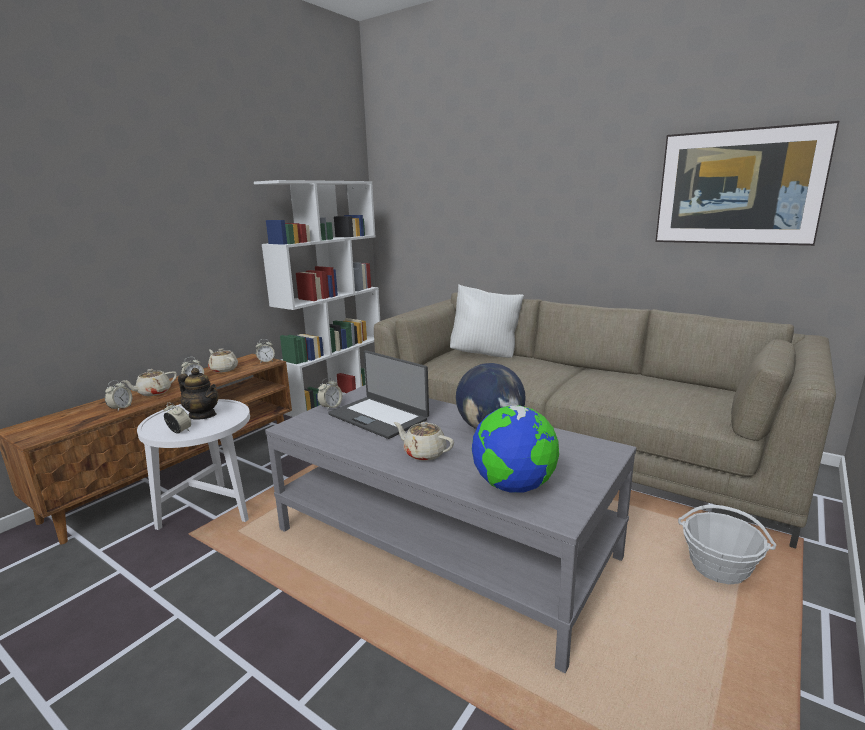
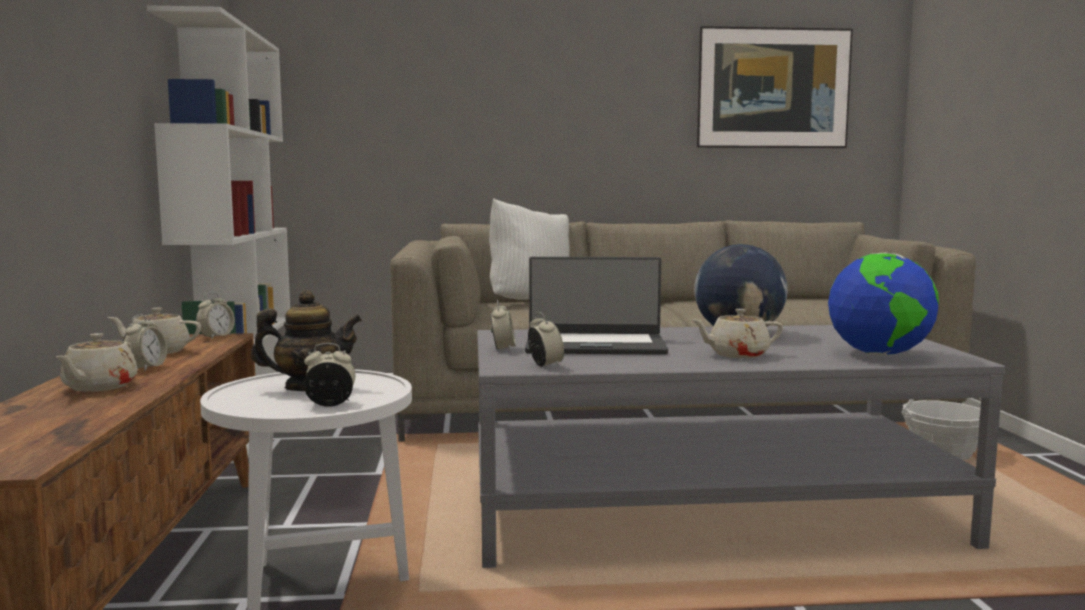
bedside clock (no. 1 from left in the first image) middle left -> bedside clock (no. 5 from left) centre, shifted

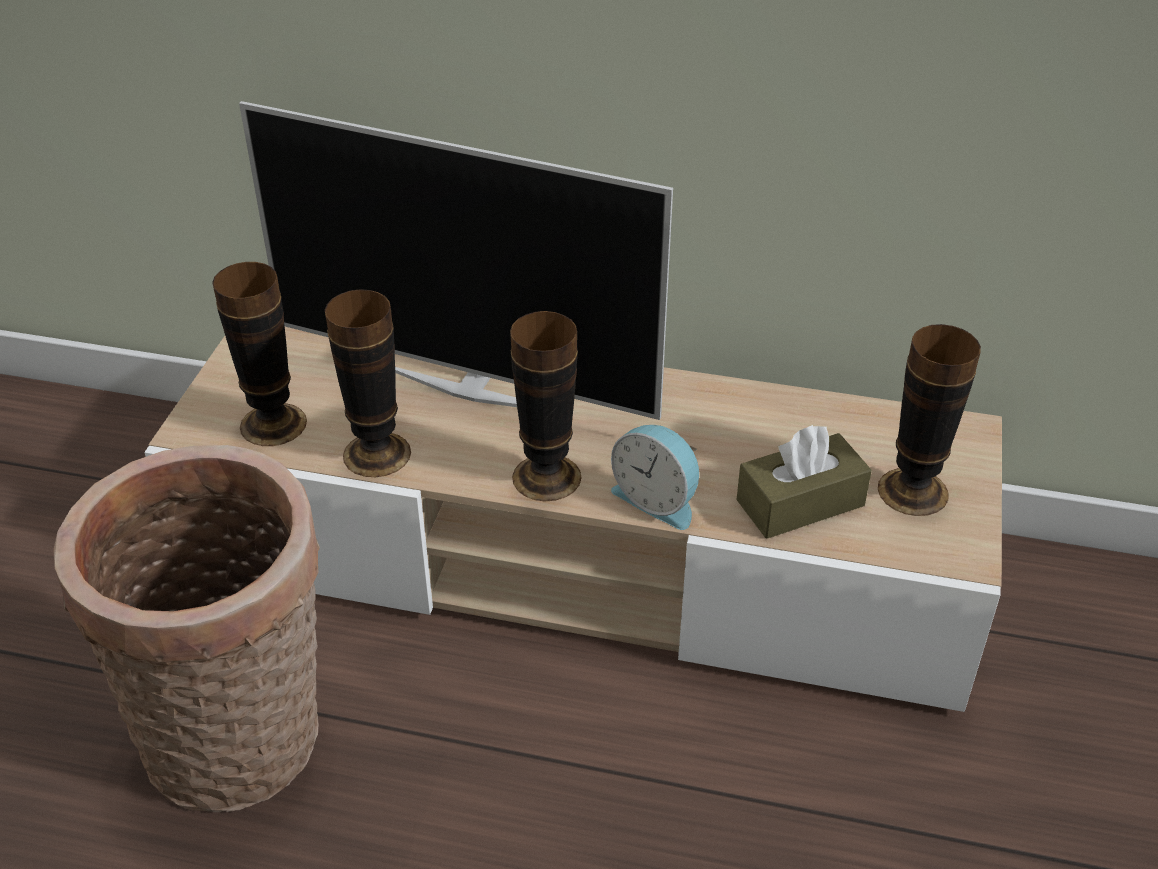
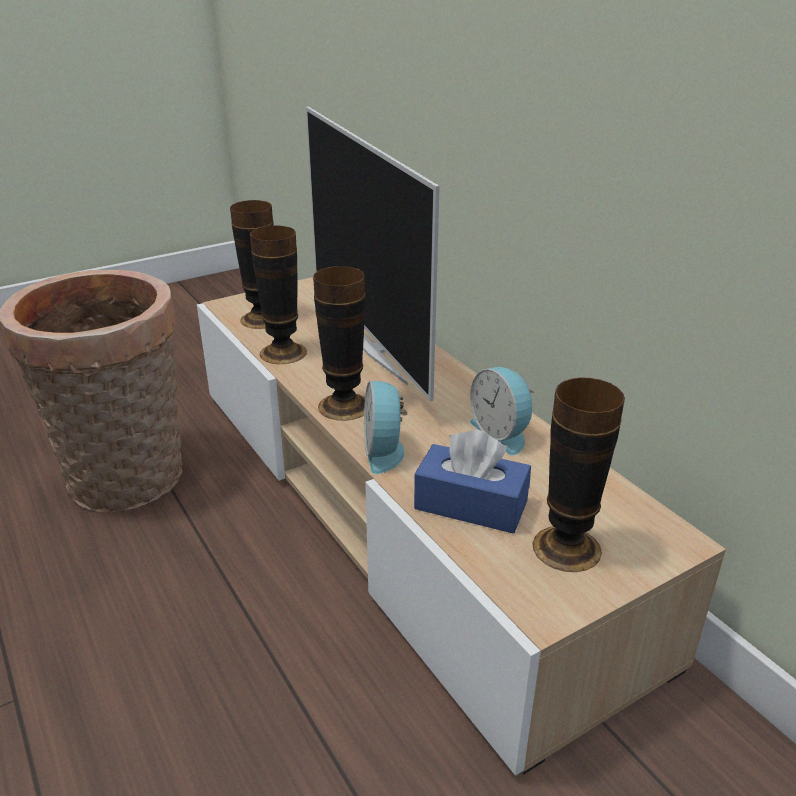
brown box of tissues middle right -> blue-coloured box of tissues centre
none -> bedside clock (no. 2 from left) centre

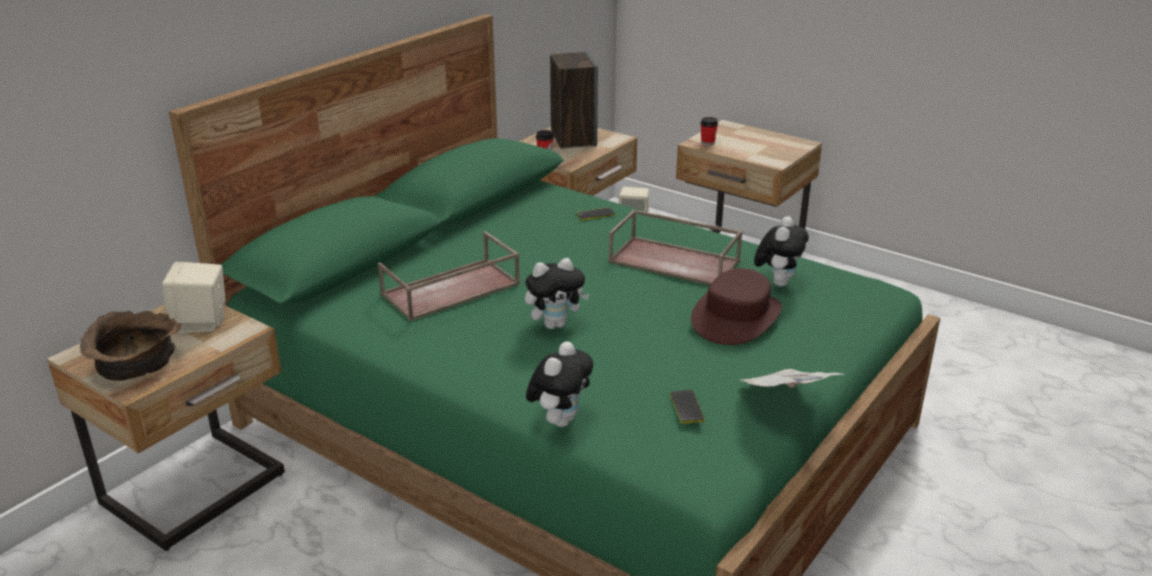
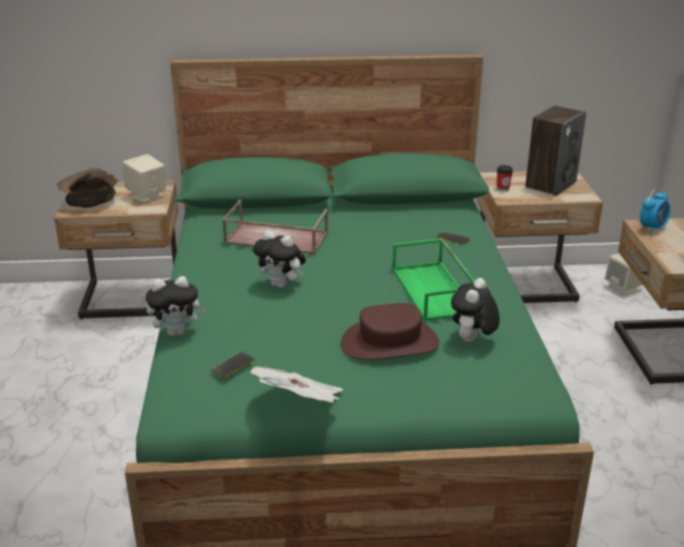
brown tray (no. 2 from left) centre -> green tray centre
soft toy (no. 3 from left) middle right, 135 degrees clockwise
cup (no. 2 from left) top centre -> bedside clock middle right

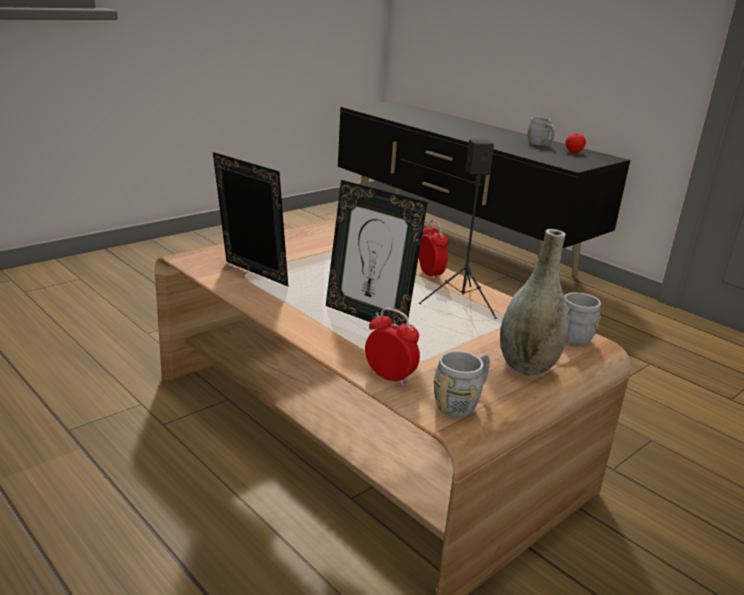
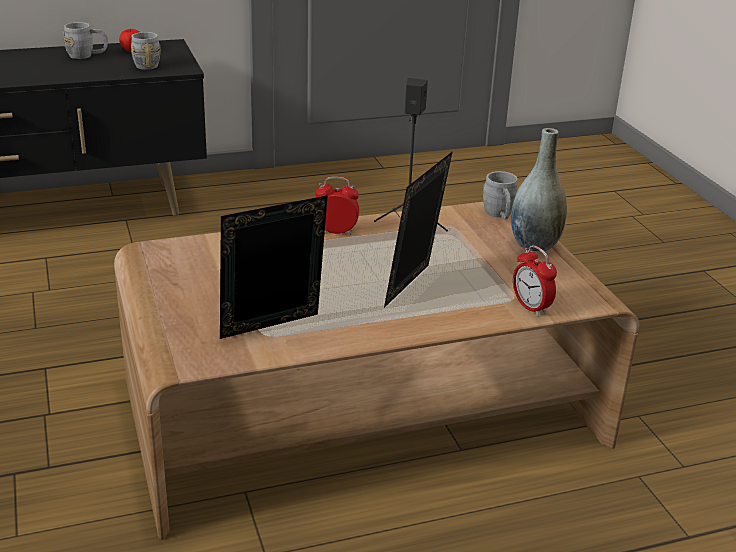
grey mug (no. 1 from left in the first image) centre -> grey mug (no. 2 from left) top left, shifted
picture frame (no. 2 from left) centre, 150 degrees clockwise
bedside clock (no. 1 from left in the first image) centre -> bedside clock (no. 2 from left) middle right, 90 degrees counterclockwise

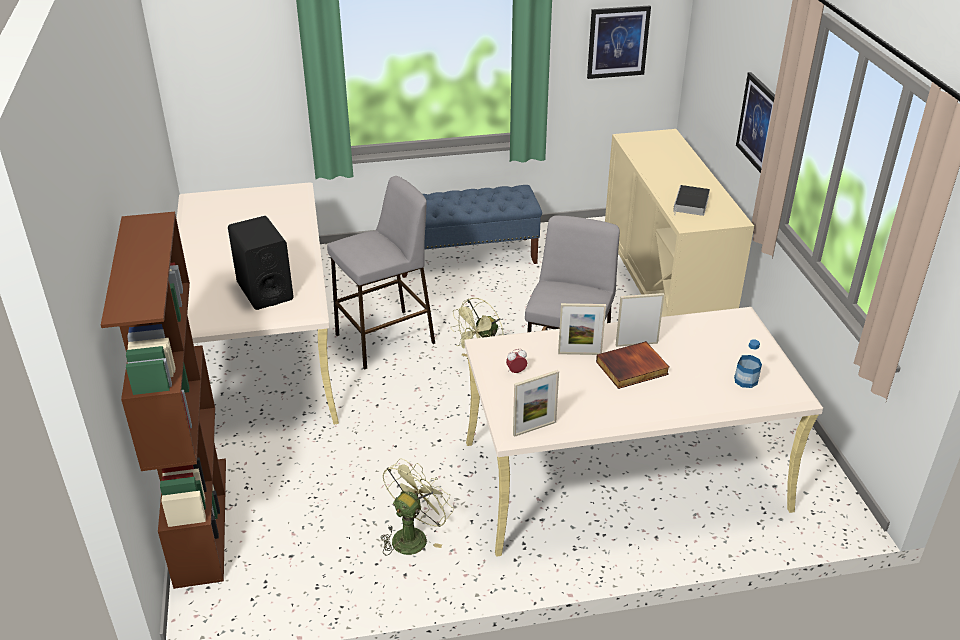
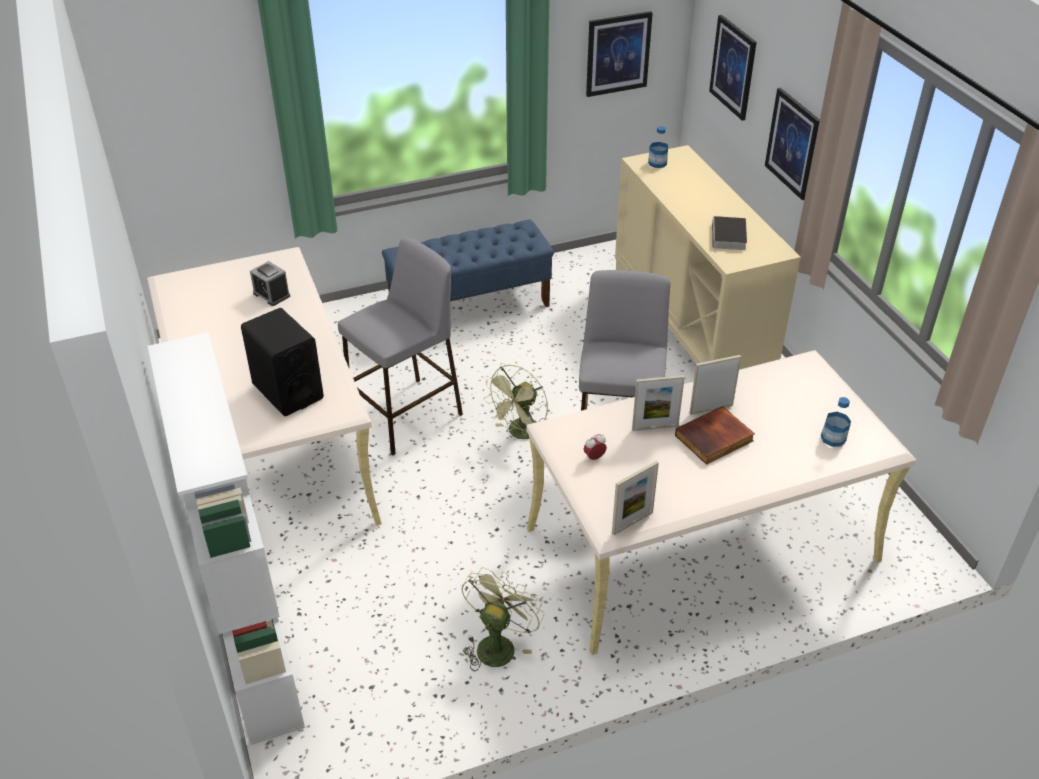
brown bookshelf middle left -> white-coloured bookshelf bottom left
none -> bedside clock (no. 1 from left) middle left
none -> bottle (no. 1 from left) top centre
none -> picture (no. 2 from left) top right

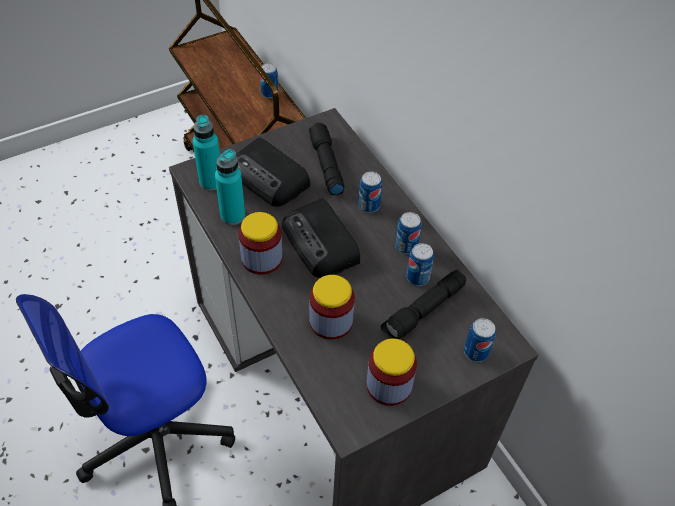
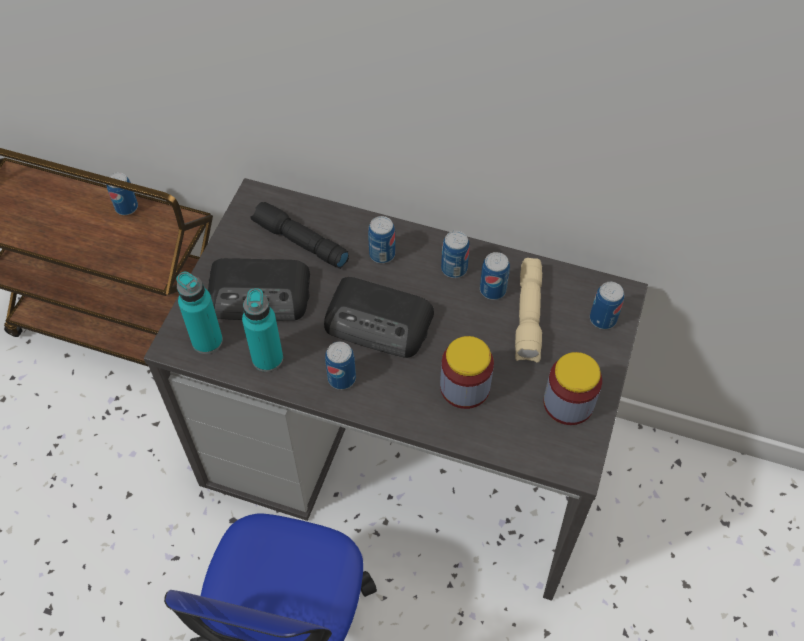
storage jar (no. 1 from left) centre -> sealed can (no. 2 from left) centre
black hand torch (no. 2 from left) centre -> sand-coloured hand torch centre

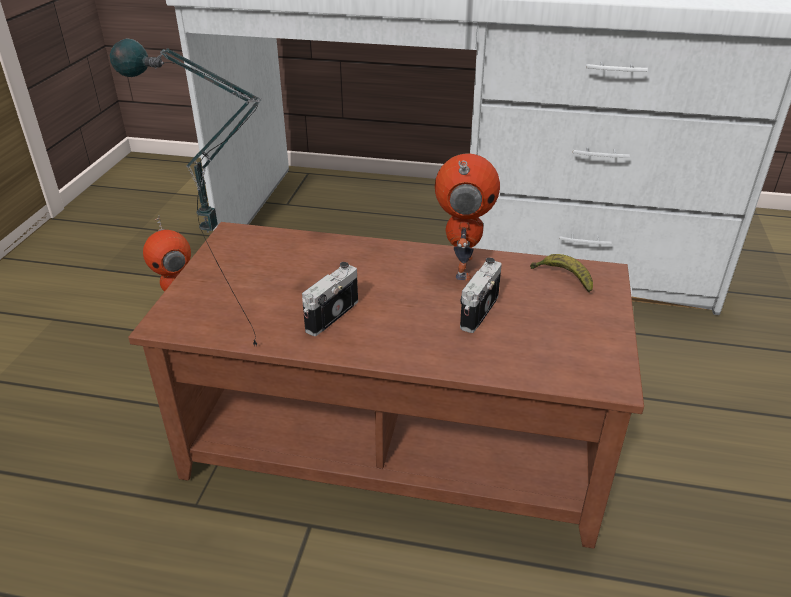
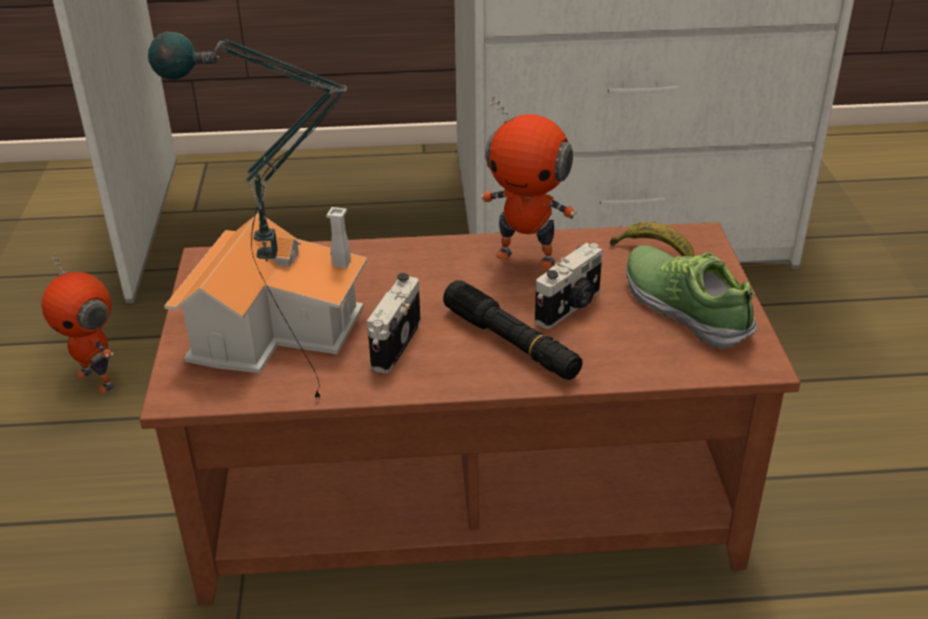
none -> toy house middle left
none -> black hand torch centre
toy robot (no. 2 from left) centre -> toy robot (no. 2 from left) top centre, 120 degrees clockwise
photo camera (no. 2 from left) centre, 150 degrees counterclockwise
none -> low shoe middle right

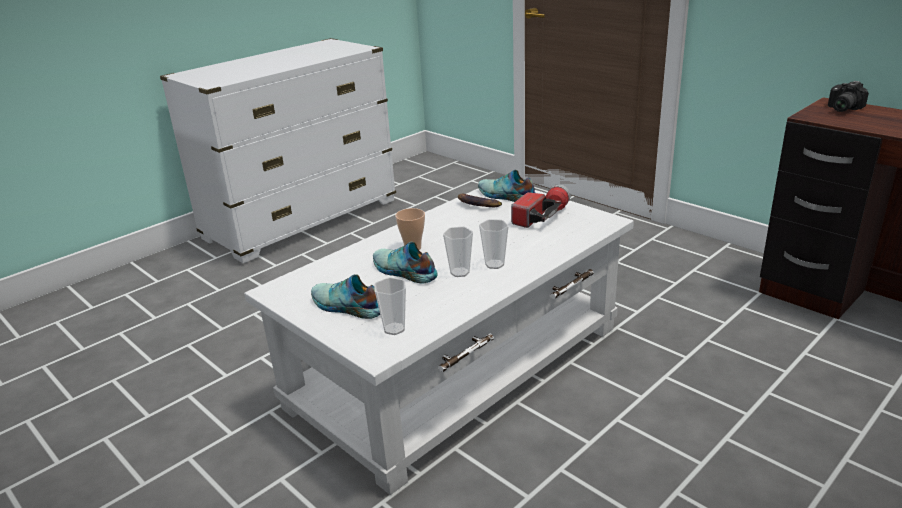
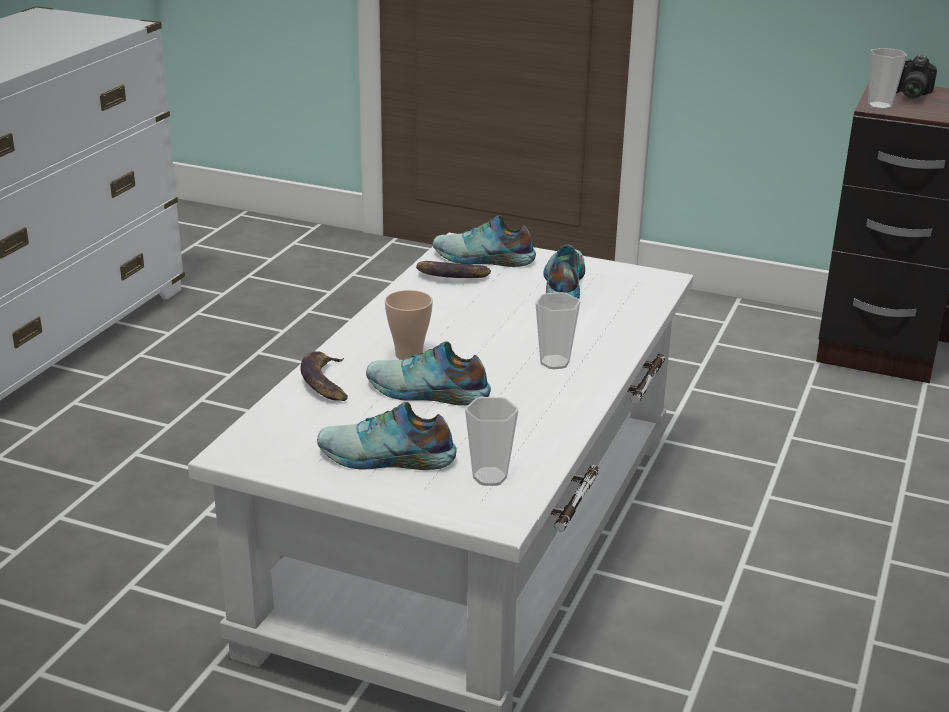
none -> banana (no. 1 from left) centre
hand torch centre -> low shoe (no. 4 from left) centre
cup (no. 3 from left in the first image) centre -> cup (no. 4 from left) top right, shifted

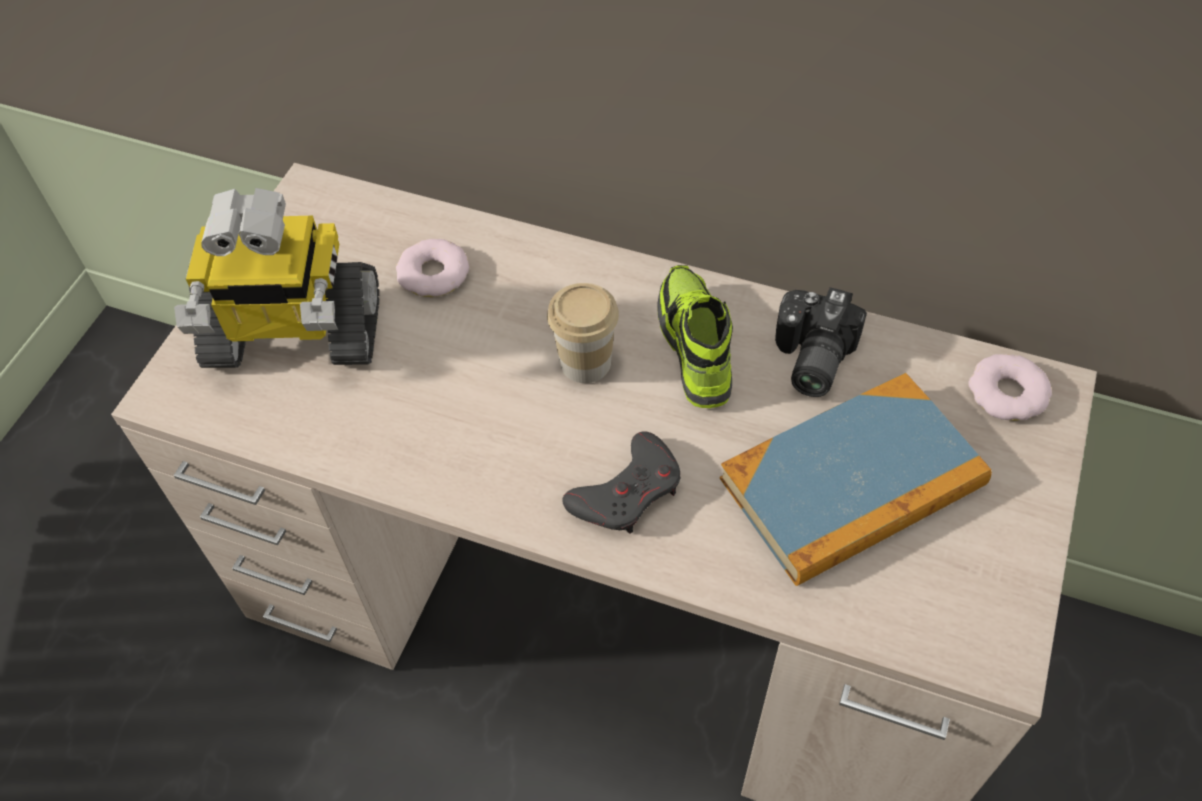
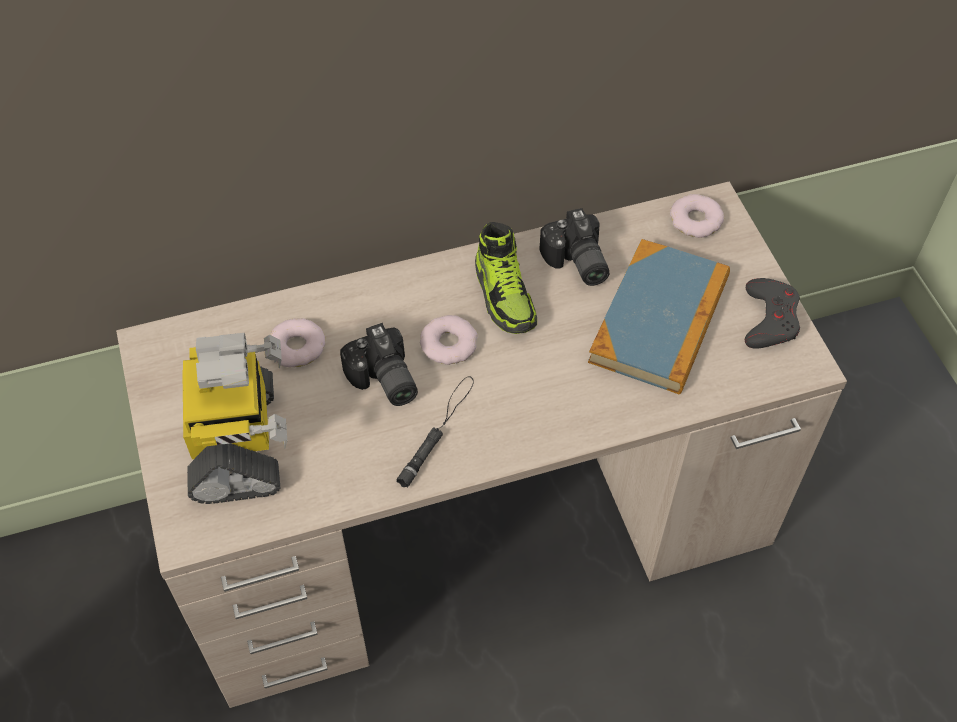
toy robot middle left, 60 degrees counterclockwise
none -> photo camera (no. 1 from left) centre
none -> black hand torch centre
cup centre -> doughnut (no. 2 from left) centre
low shoe centre, 150 degrees counterclockwise
grey joypad centre -> grey joypad middle right, shifted

